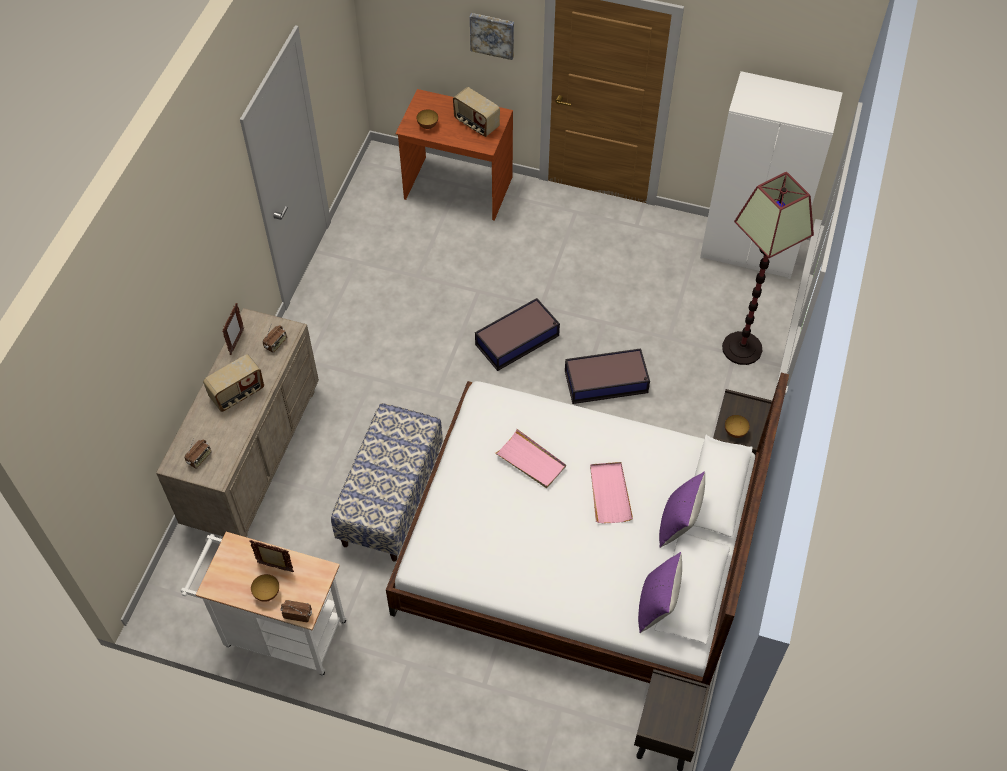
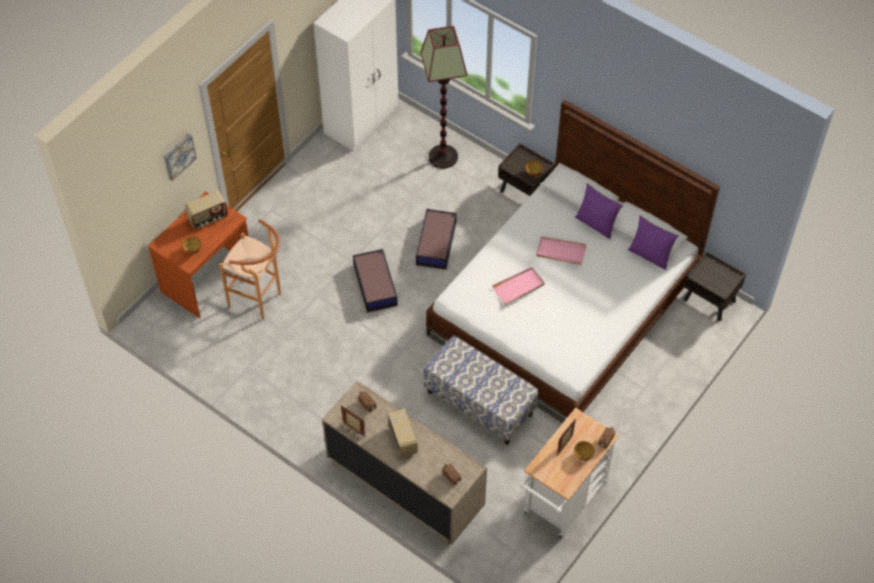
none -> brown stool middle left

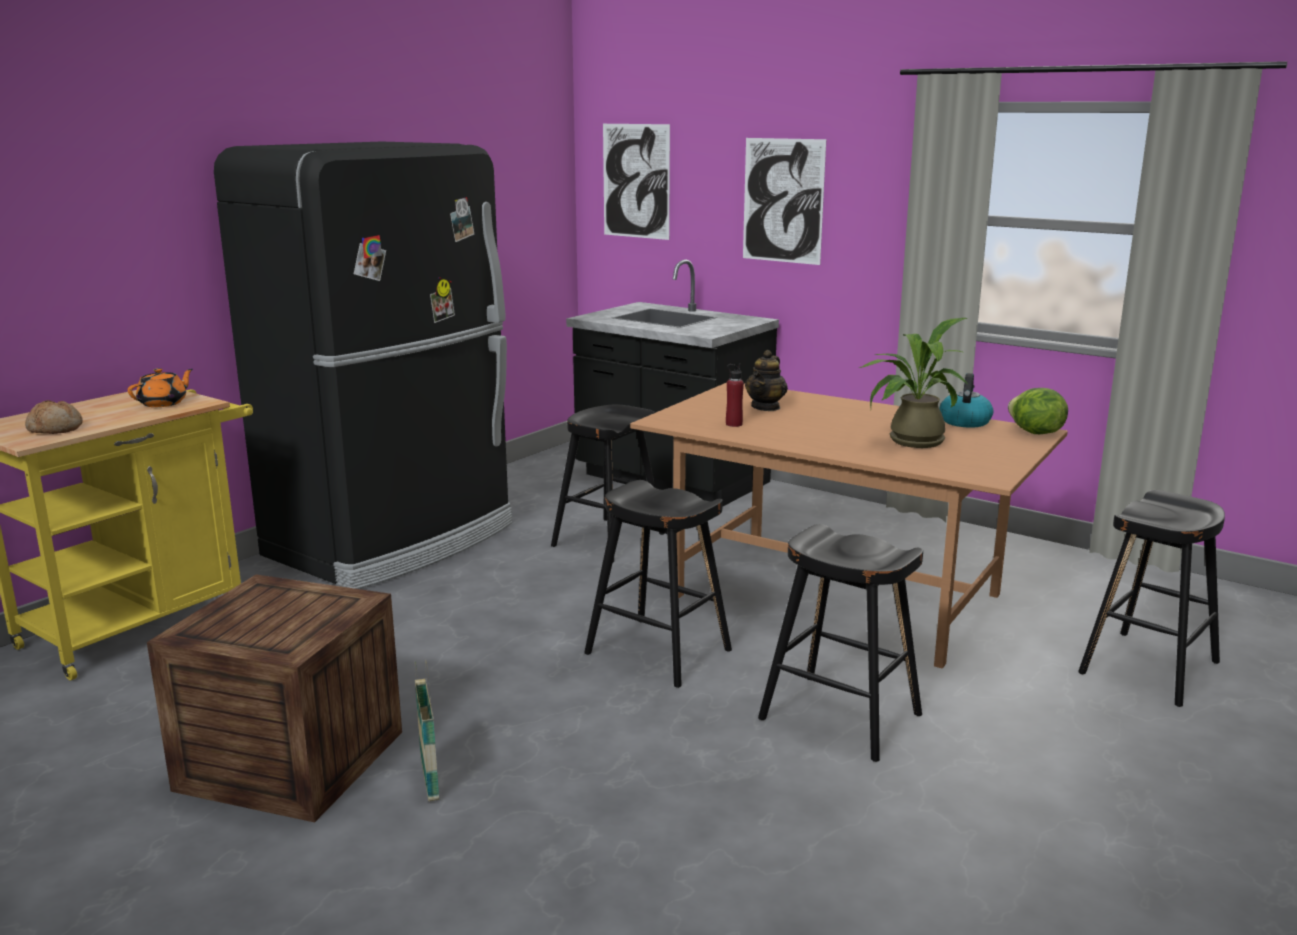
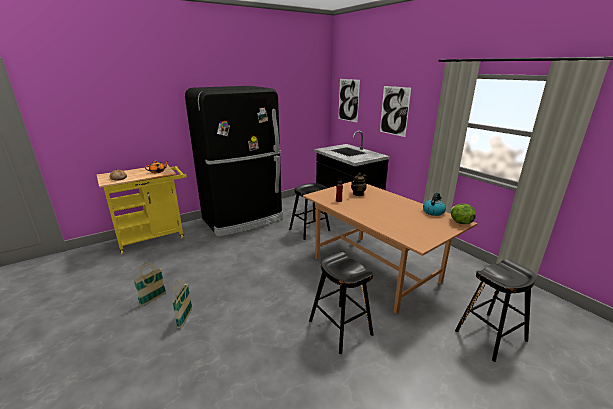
packing crate bottom left -> household basket (no. 1 from left) bottom left
black stool (no. 2 from left) centre -> none
potted plant middle right -> none

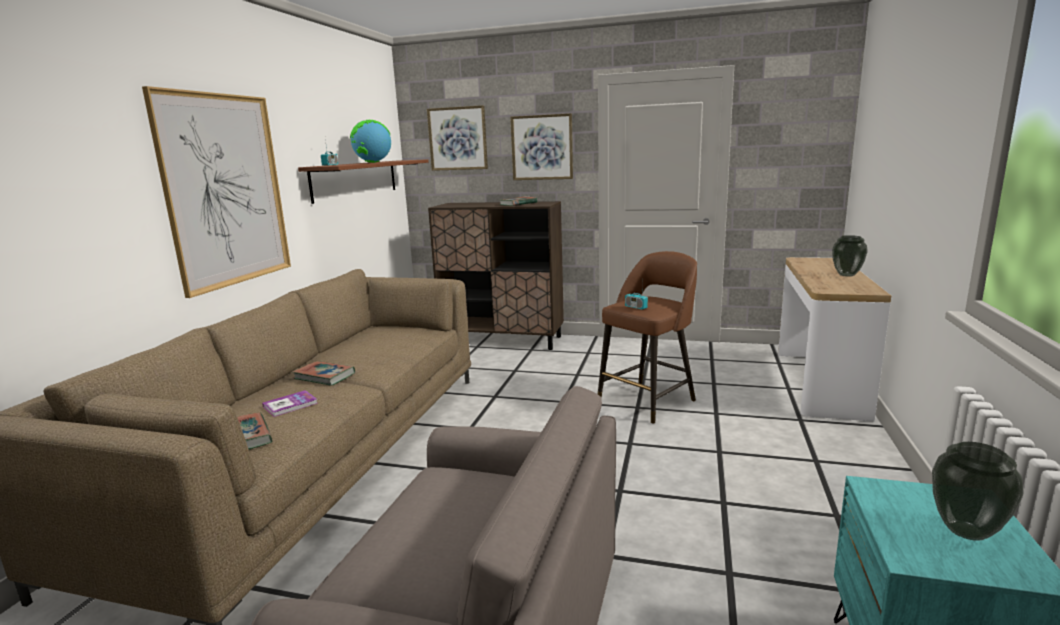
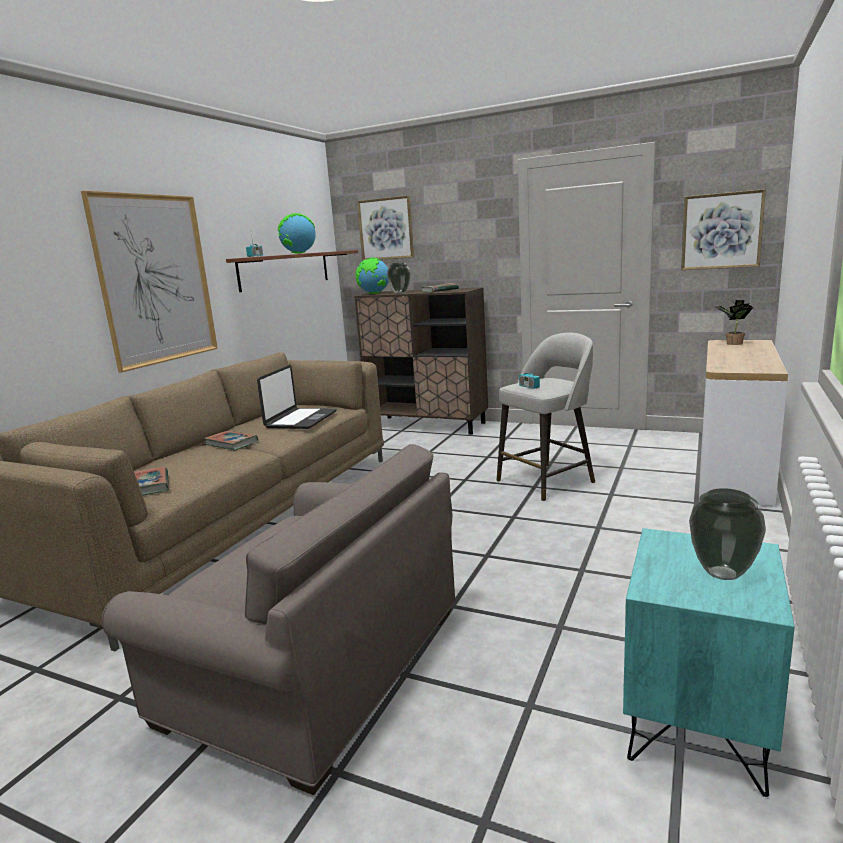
none -> notebook computer centre
none -> desk globe (no. 2 from left) top centre
decorative vase (no. 1 from left) middle right -> decorative vase (no. 1 from left) top centre, shifted
brown stool centre -> grey stool centre
picture (no. 3 from left) top centre -> picture (no. 3 from left) top right, shifted
none -> potted plant middle right
bound book (no. 2 from left) middle left -> none

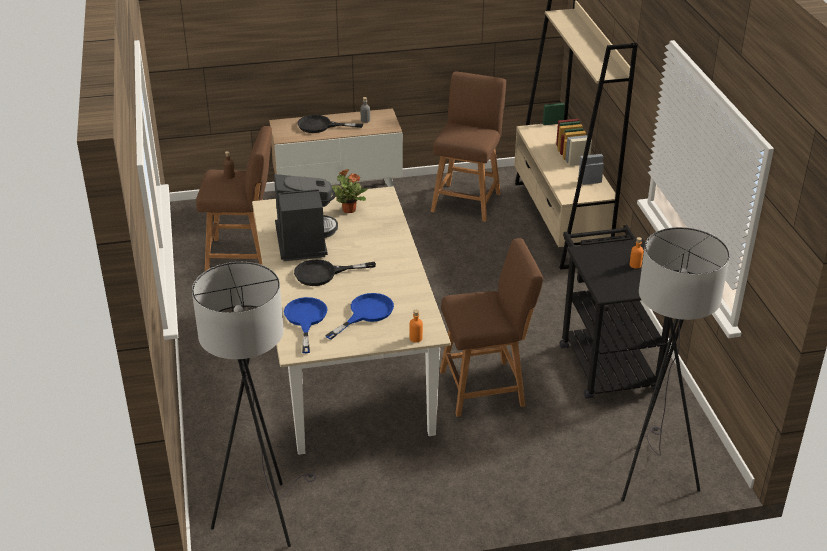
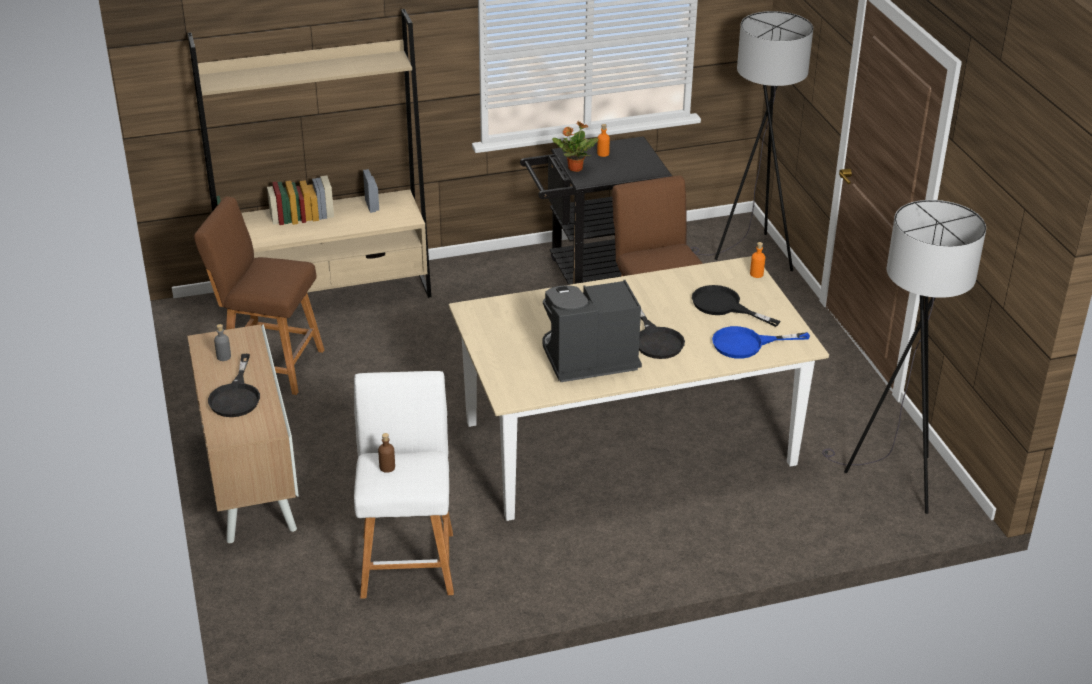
brown stool (no. 1 from left) middle left -> white-coloured stool bottom centre
potted plant centre -> potted plant top centre, shifted
blue-coloured skillet (no. 2 from left) centre -> black skillet (no. 3 from left) middle right

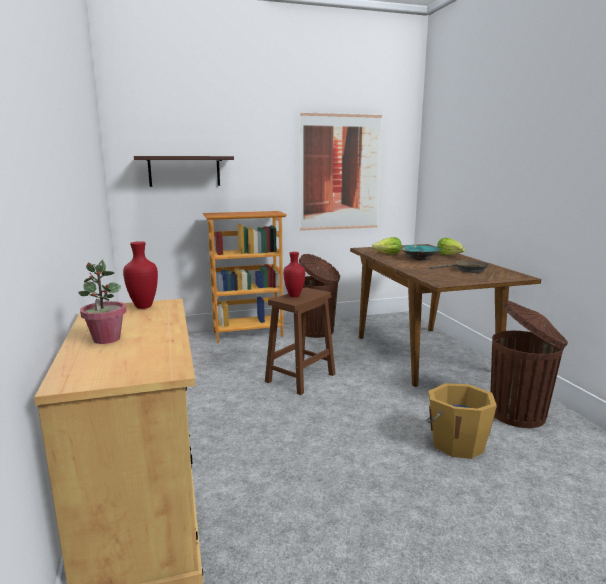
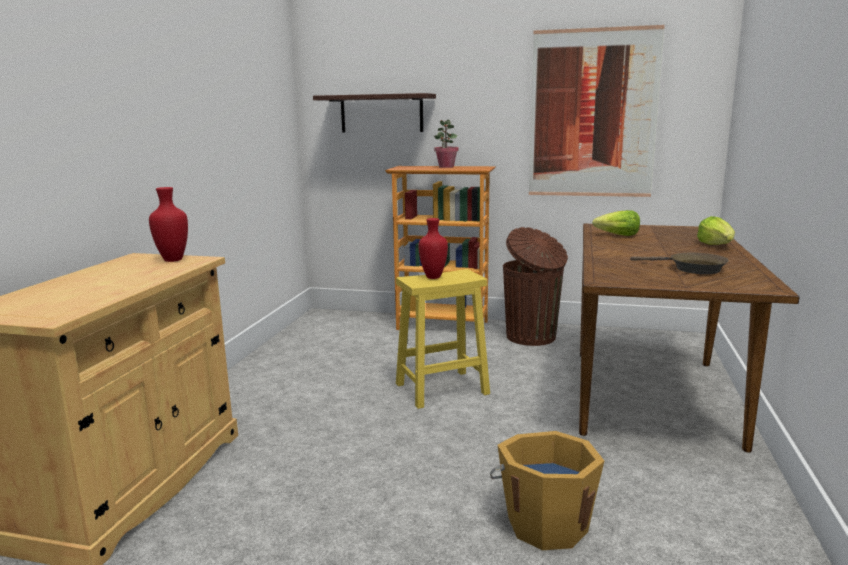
brown stool centre -> yellow-coloured stool centre
potted plant middle left -> potted plant top centre, shifted
turquoise serving bowl middle right -> none
brown rubbish bin (no. 2 from left) middle right -> none

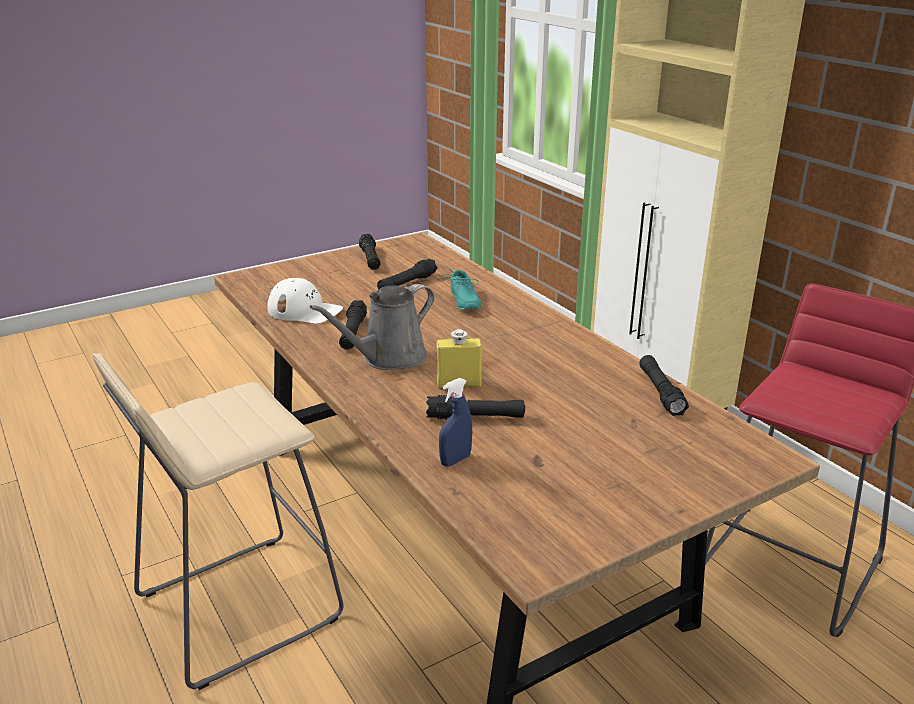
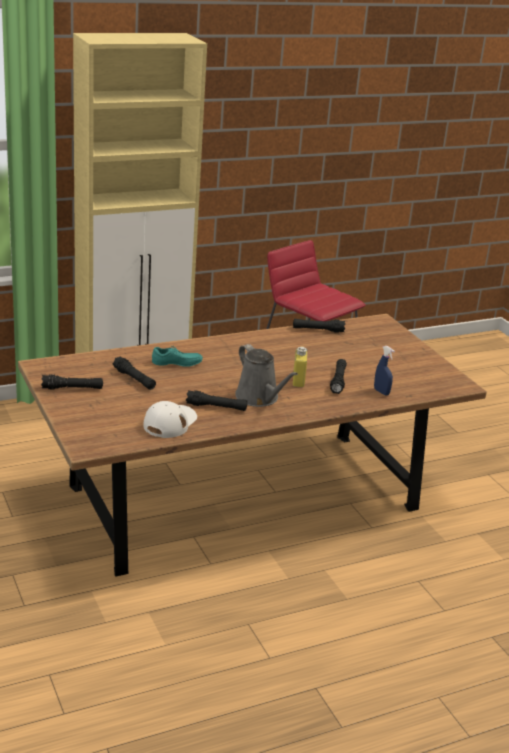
sand-coloured stool bottom left -> none

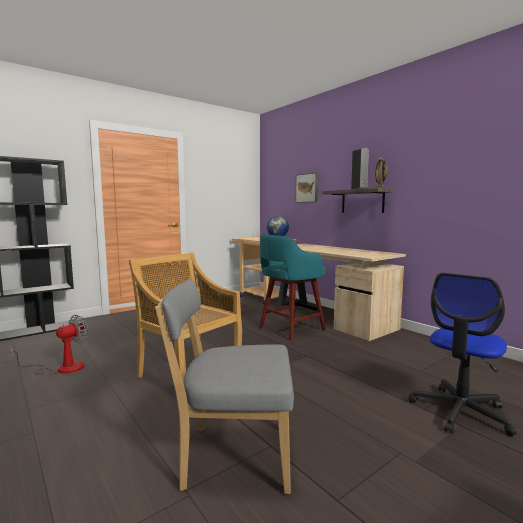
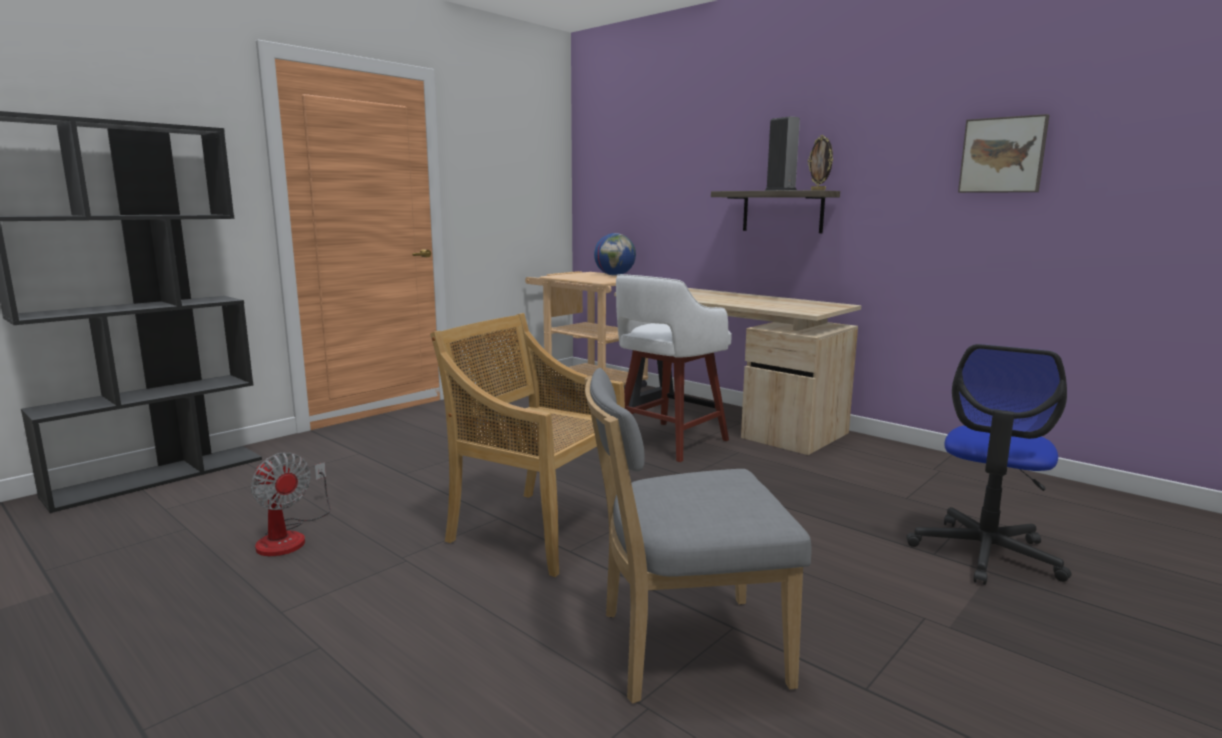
electric fan middle left -> electric fan bottom left, 105 degrees clockwise
turquoise stool centre -> white-coloured stool centre
picture centre -> picture top right, shifted

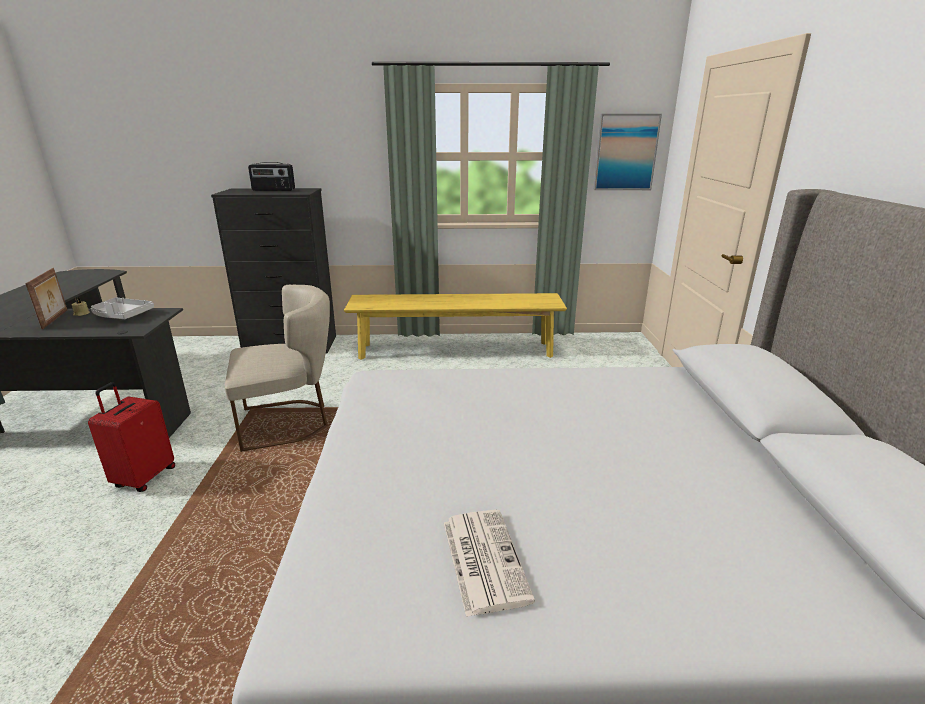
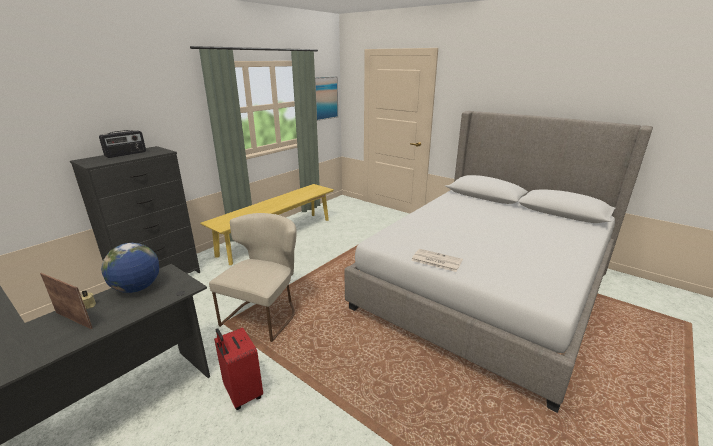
grey tray middle left -> desk globe middle left
printed paper bottom centre -> printed paper centre, shifted

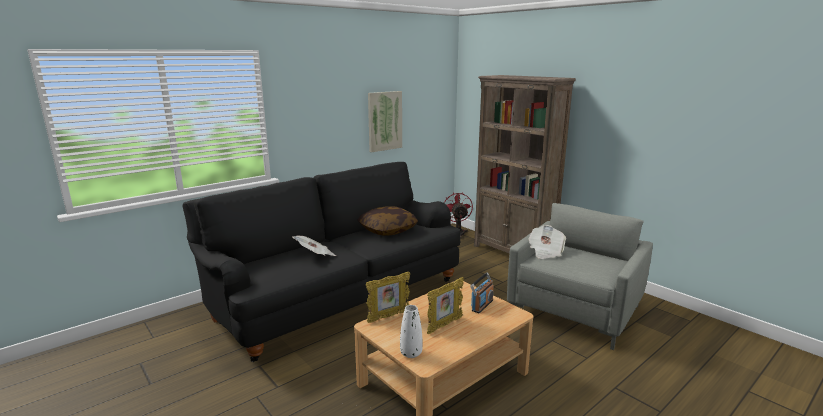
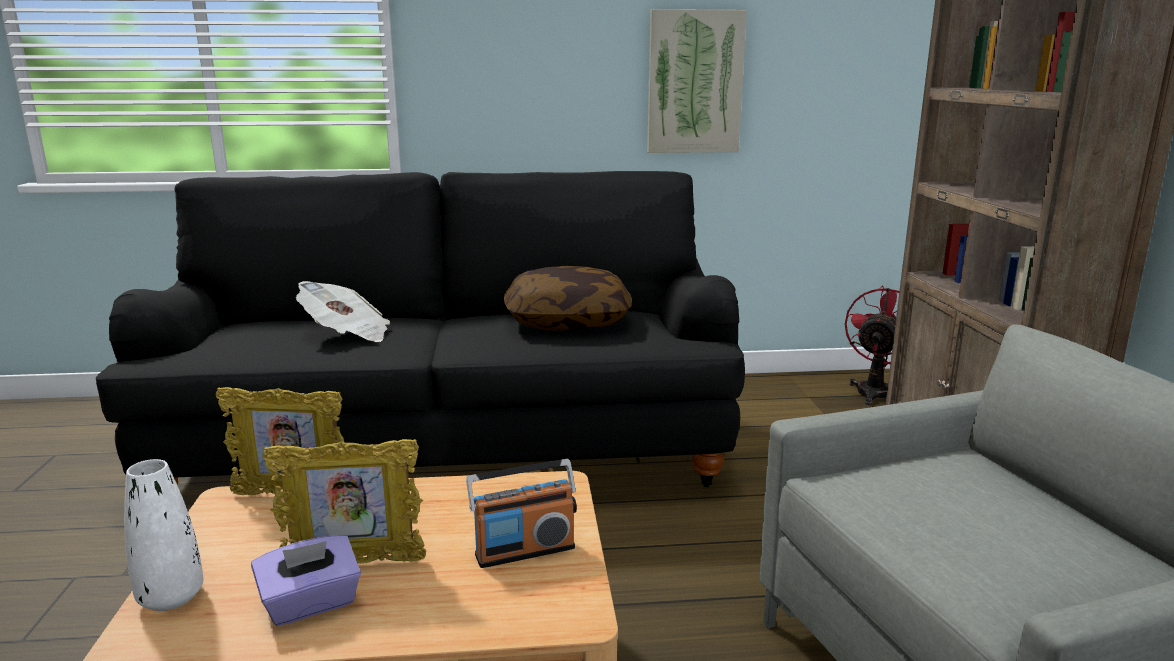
none -> purplish box of tissues bottom left
printed paper (no. 2 from left) centre -> none

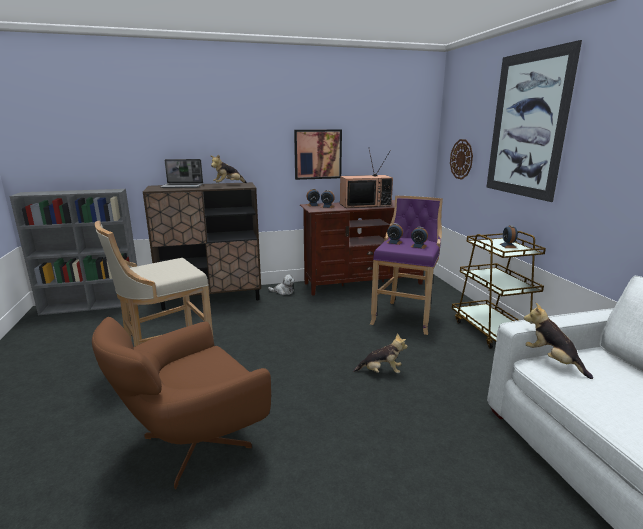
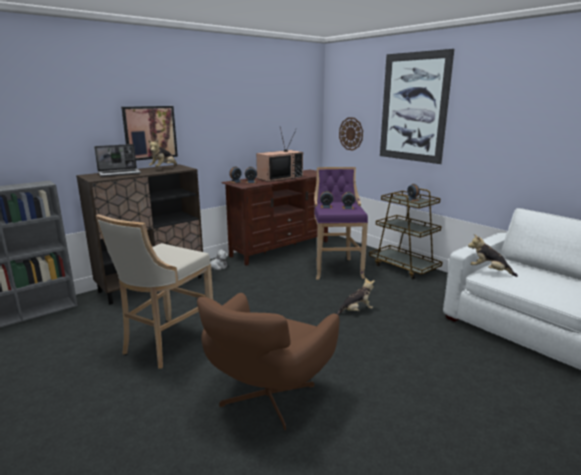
picture (no. 1 from left) top centre -> picture (no. 1 from left) top left, shifted

